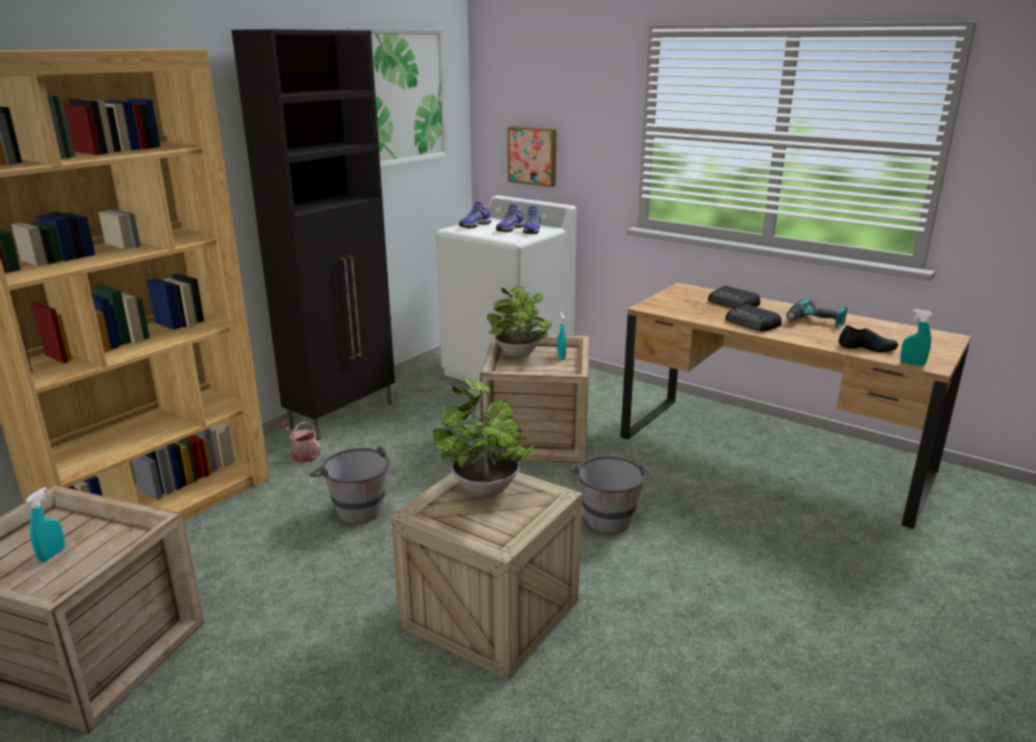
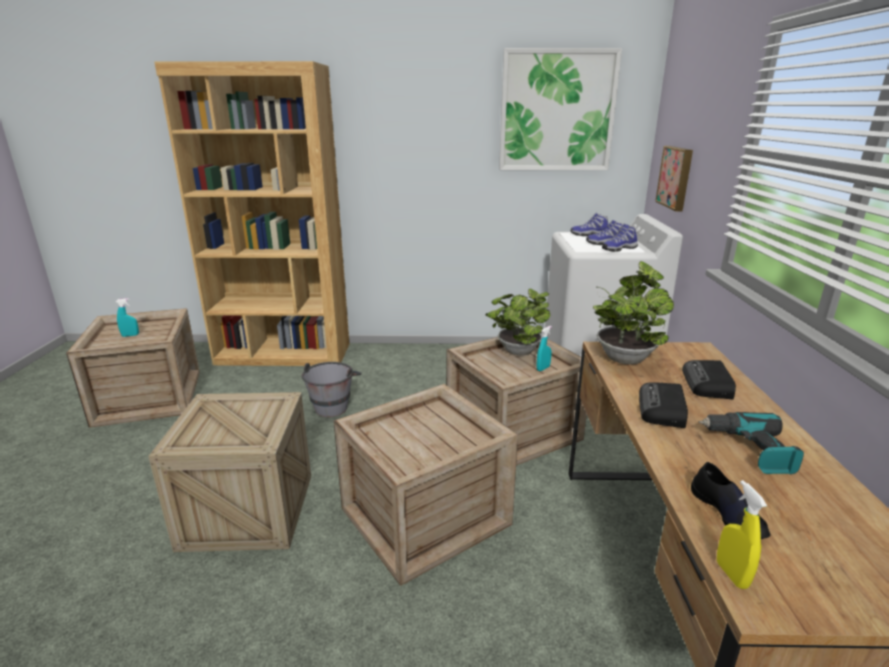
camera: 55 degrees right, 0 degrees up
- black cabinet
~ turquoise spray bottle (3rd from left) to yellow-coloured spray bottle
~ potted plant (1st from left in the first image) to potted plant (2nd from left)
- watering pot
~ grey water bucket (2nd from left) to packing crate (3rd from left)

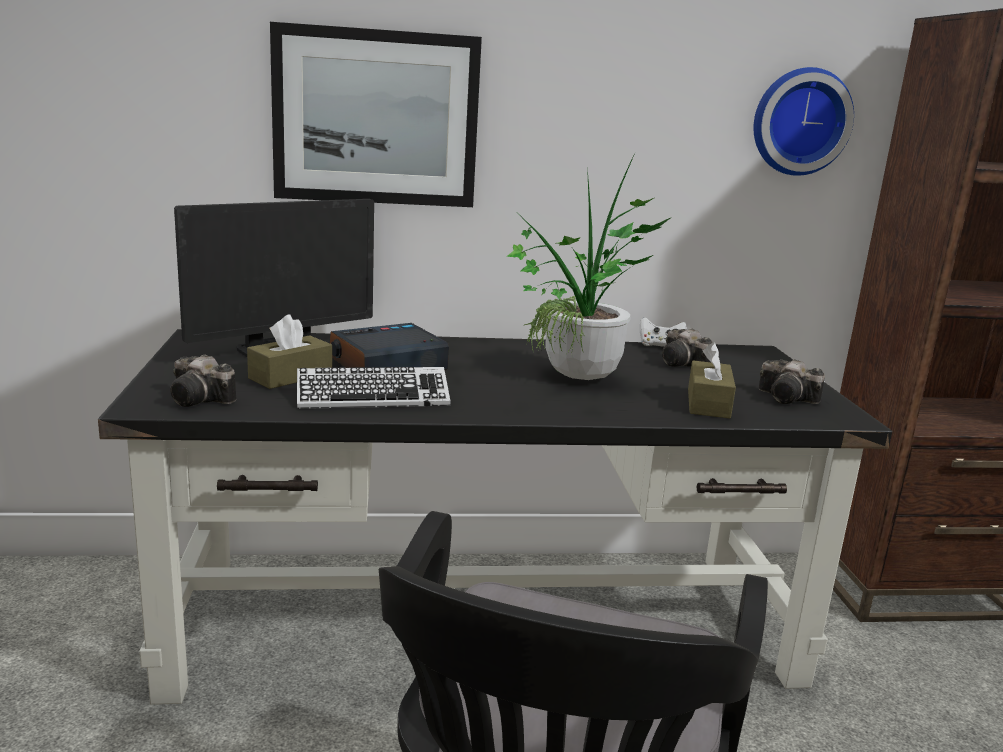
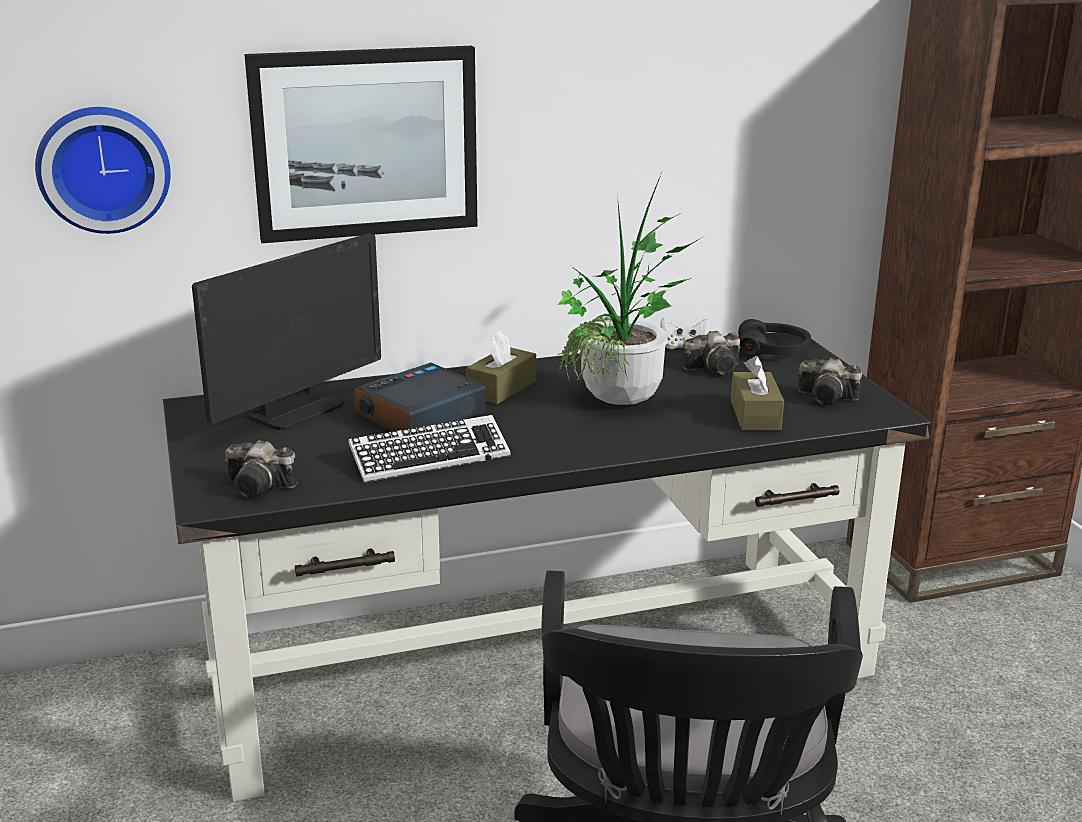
camera: 10 degrees left, 5 degrees up
~ clock on the wall
~ brown tissue holder (1st from left)
~ photo camera (2nd from left) 60 degrees counterclockwise
+ black pair of headphones

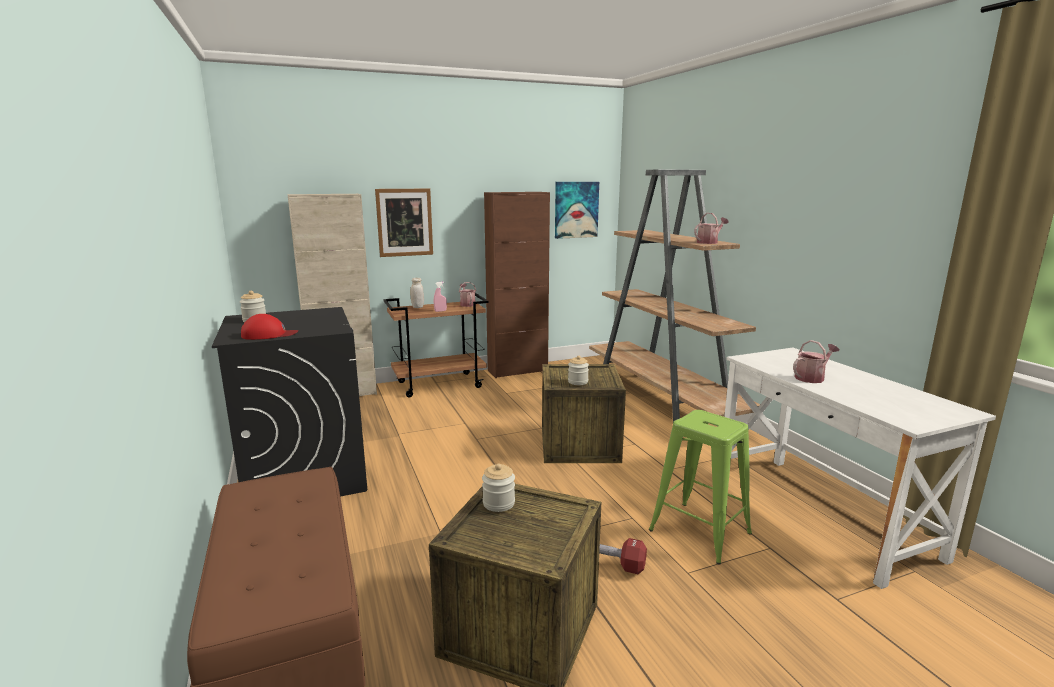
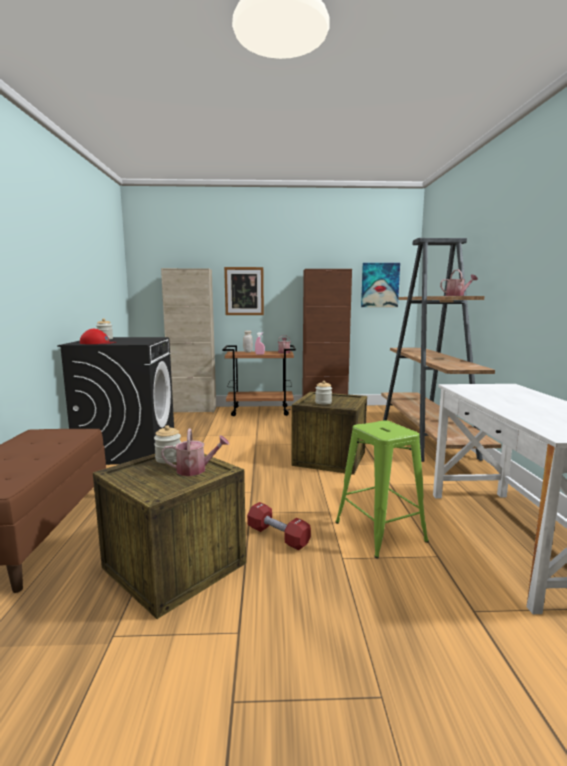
camera: 20 degrees right, 5 degrees down
~ watering pot (3rd from left in the first image) to watering pot (1st from left)

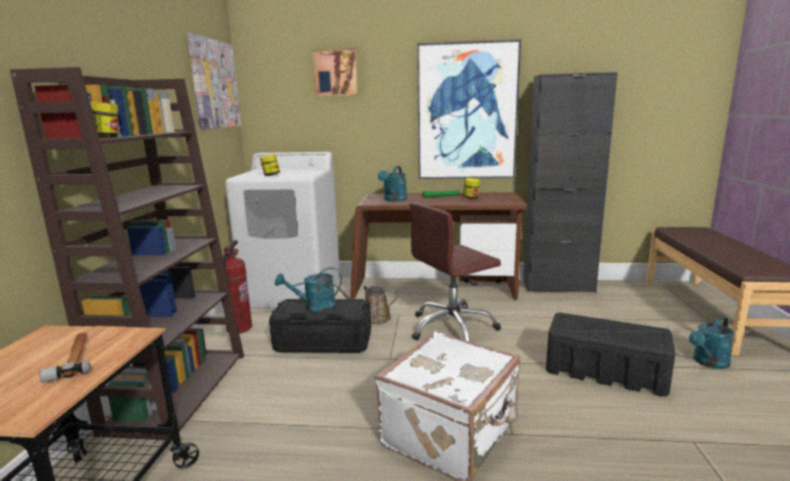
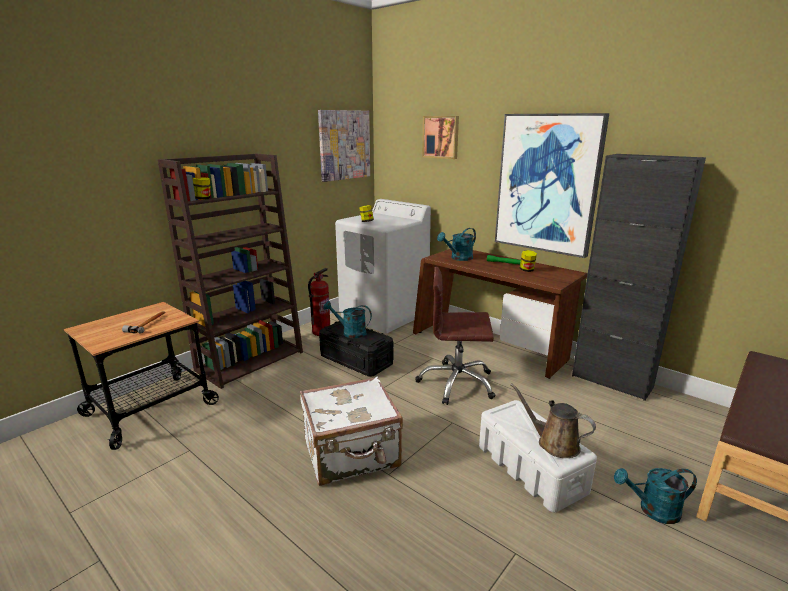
camera: 35 degrees right, 5 degrees up
~ brown watering pot
~ black storage container (2nd from left) to white-coloured storage container

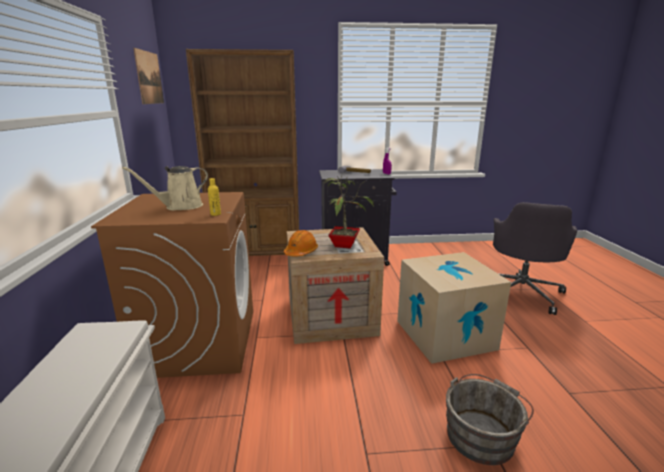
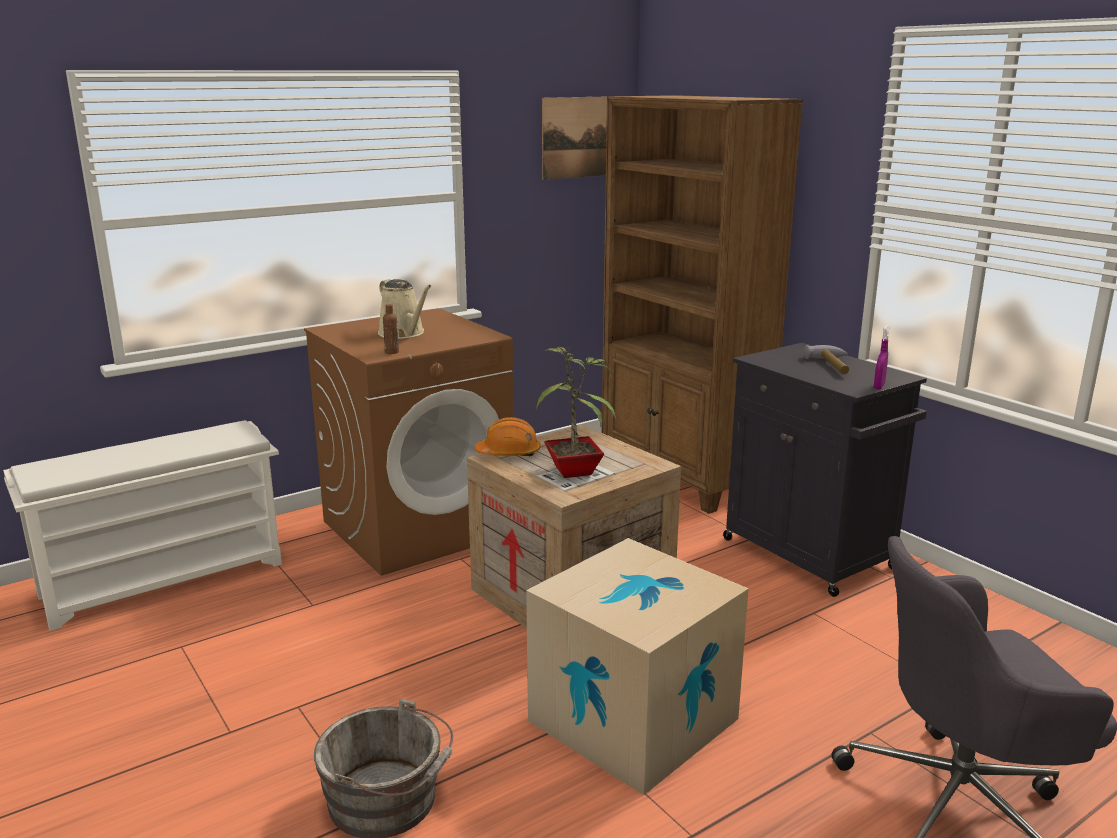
camera: 60 degrees right, 0 degrees up
~ beige watering pot 150 degrees counterclockwise
~ yellow-coloured drink bottle to brown drink bottle

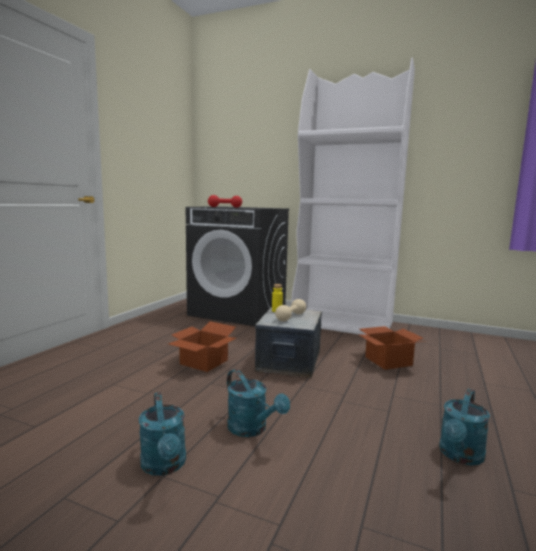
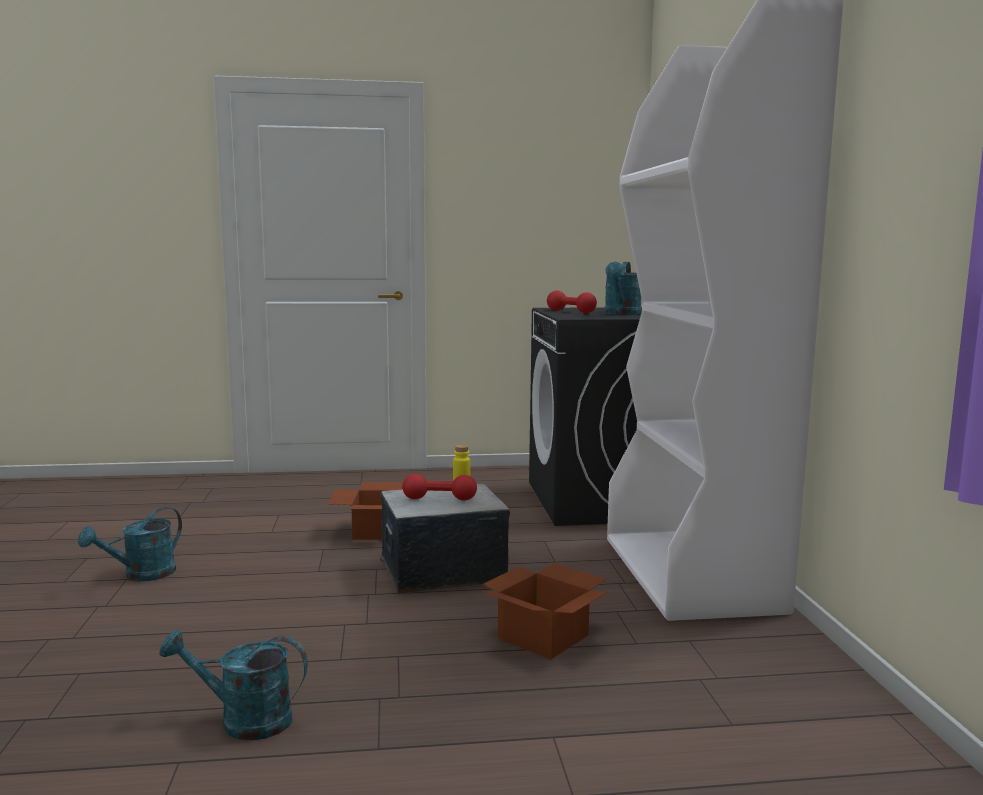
camera: 60 degrees right, 0 degrees up
~ beige dumbbell to red-coloured dumbbell (1st from left)
~ turquoise watering pot (2nd from left in the first image) to turquoise watering pot (3rd from left)

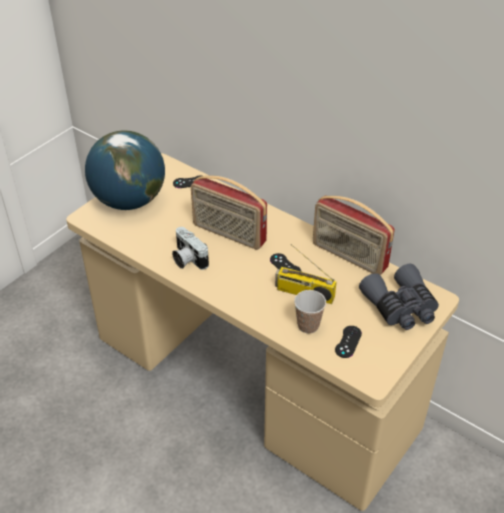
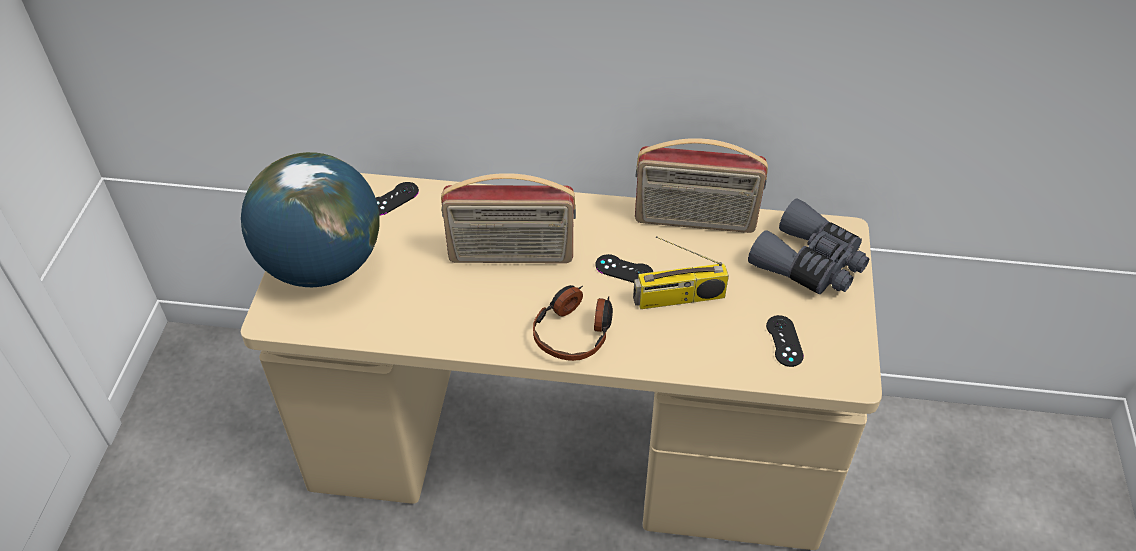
camera: 30 degrees left, 5 degrees up
- photo camera
- drinking cup
+ pair of headphones

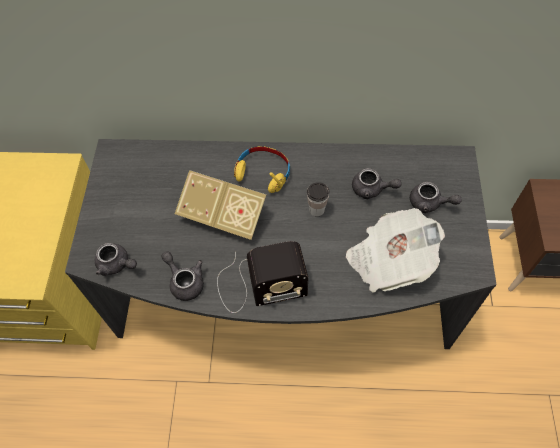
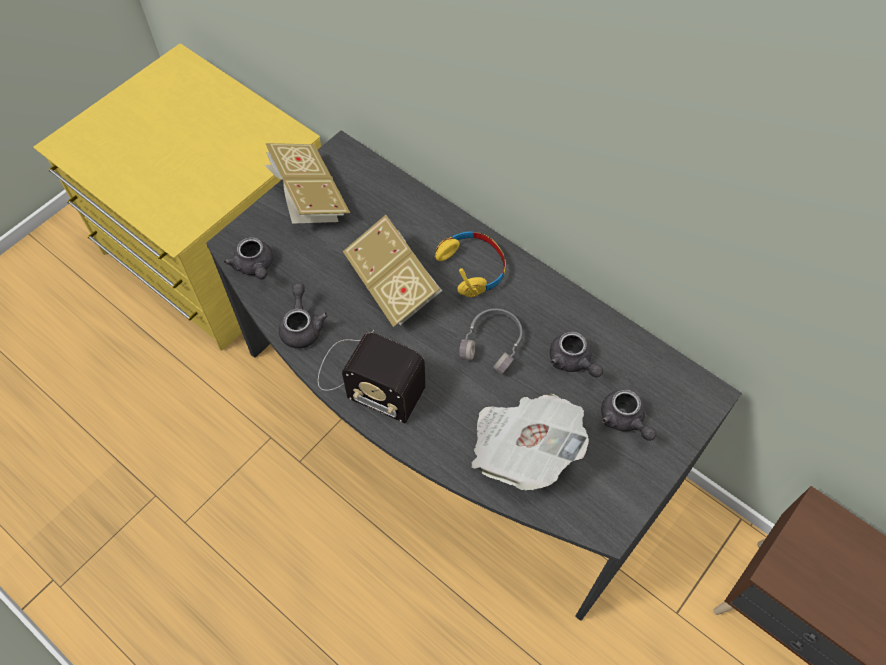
camera: 35 degrees right, 0 degrees up
~ drinking cup to grey pair of headphones
+ volume (1st from left)

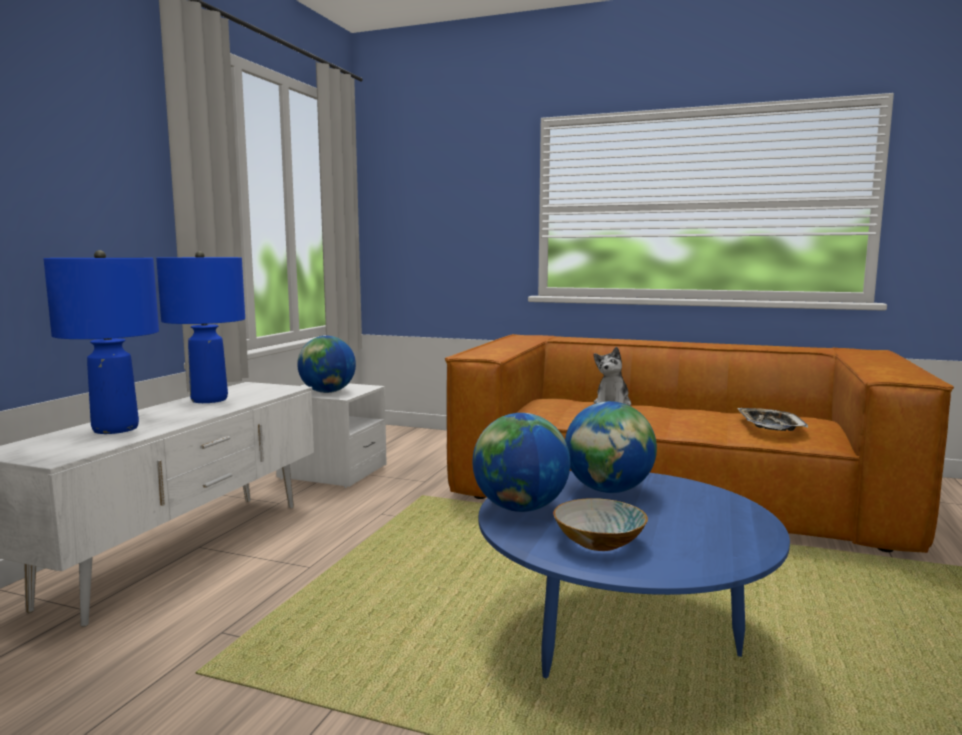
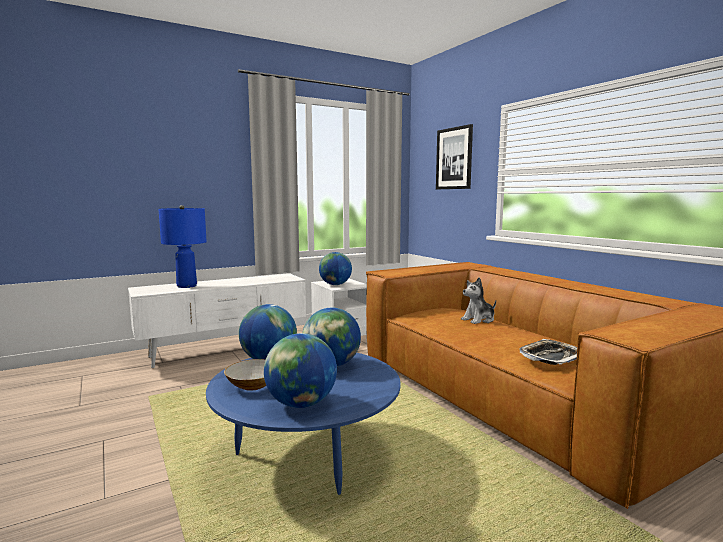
camera: 40 degrees right, 0 degrees up
- blue lamp for a table (2nd from left)
+ picture
+ world globe (2nd from left)

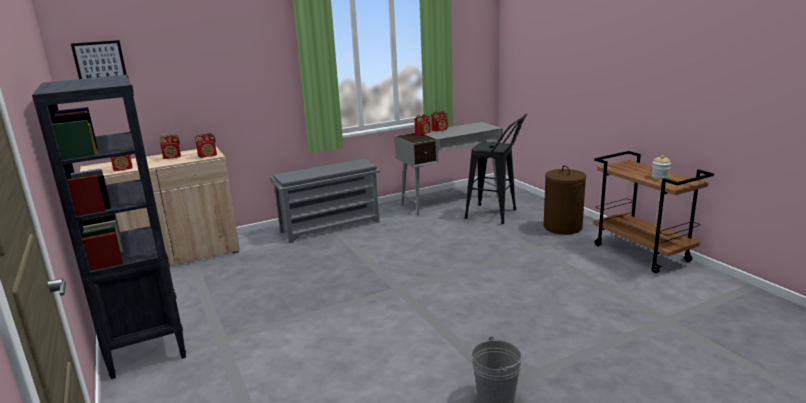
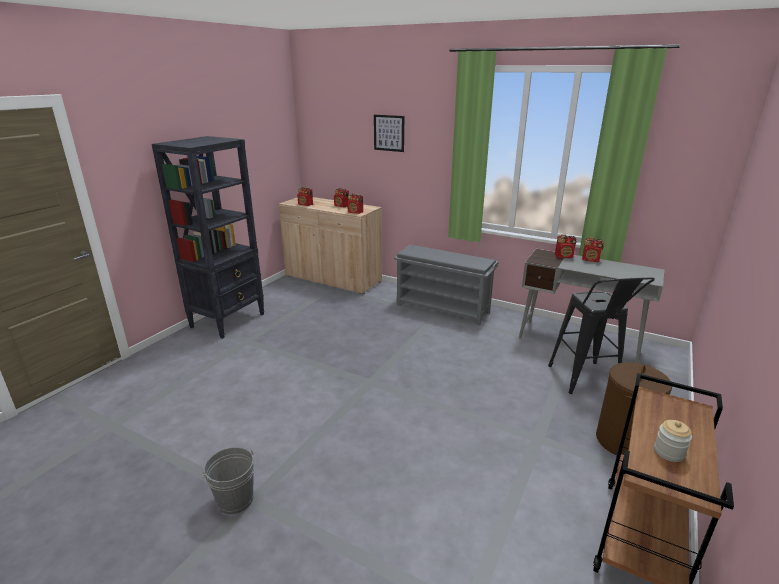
camera: 55 degrees right, 5 degrees up
~ picture

